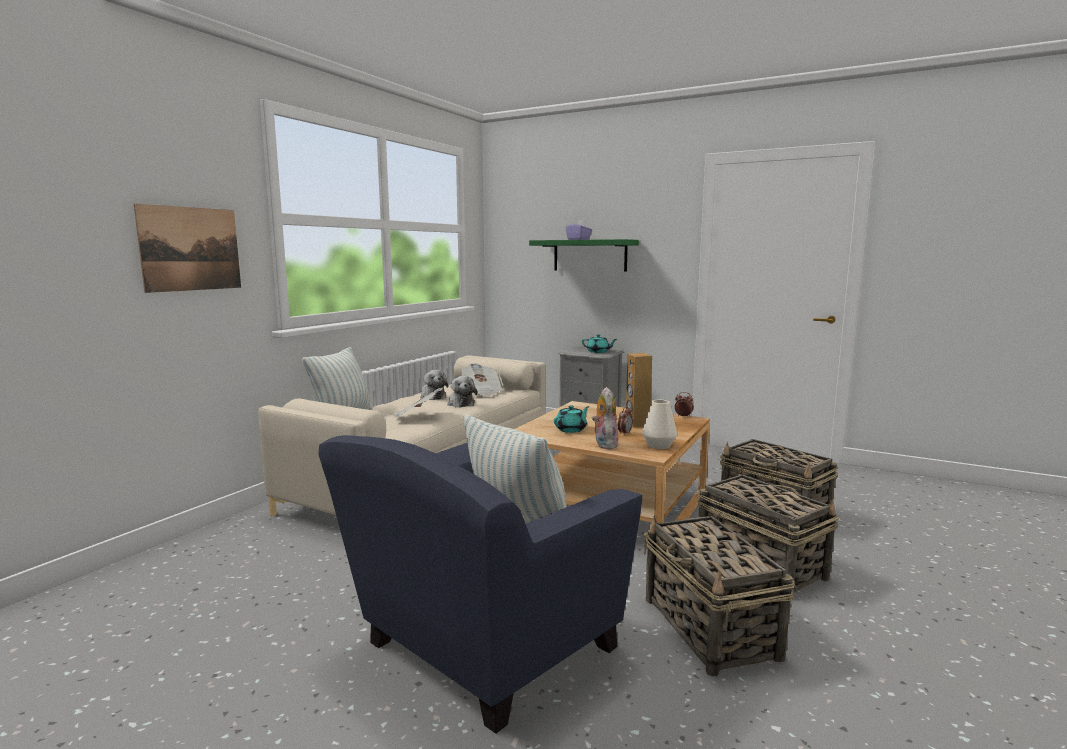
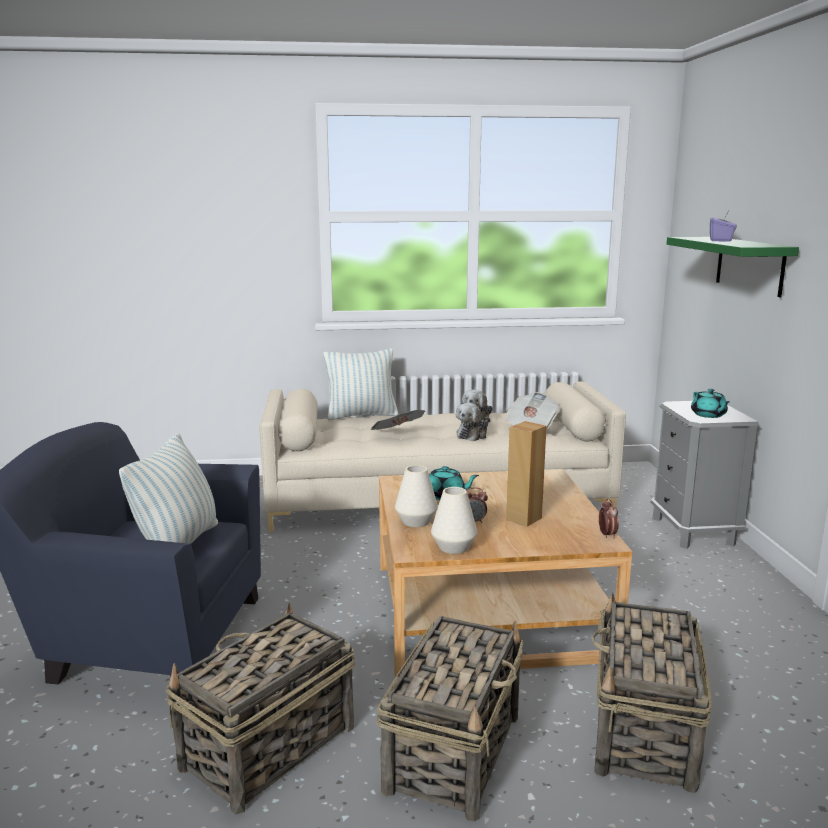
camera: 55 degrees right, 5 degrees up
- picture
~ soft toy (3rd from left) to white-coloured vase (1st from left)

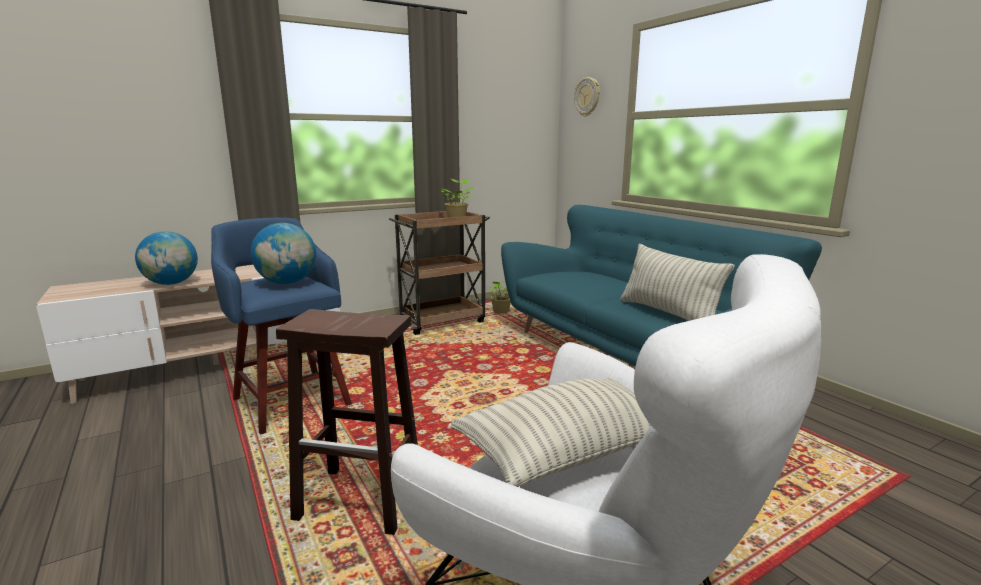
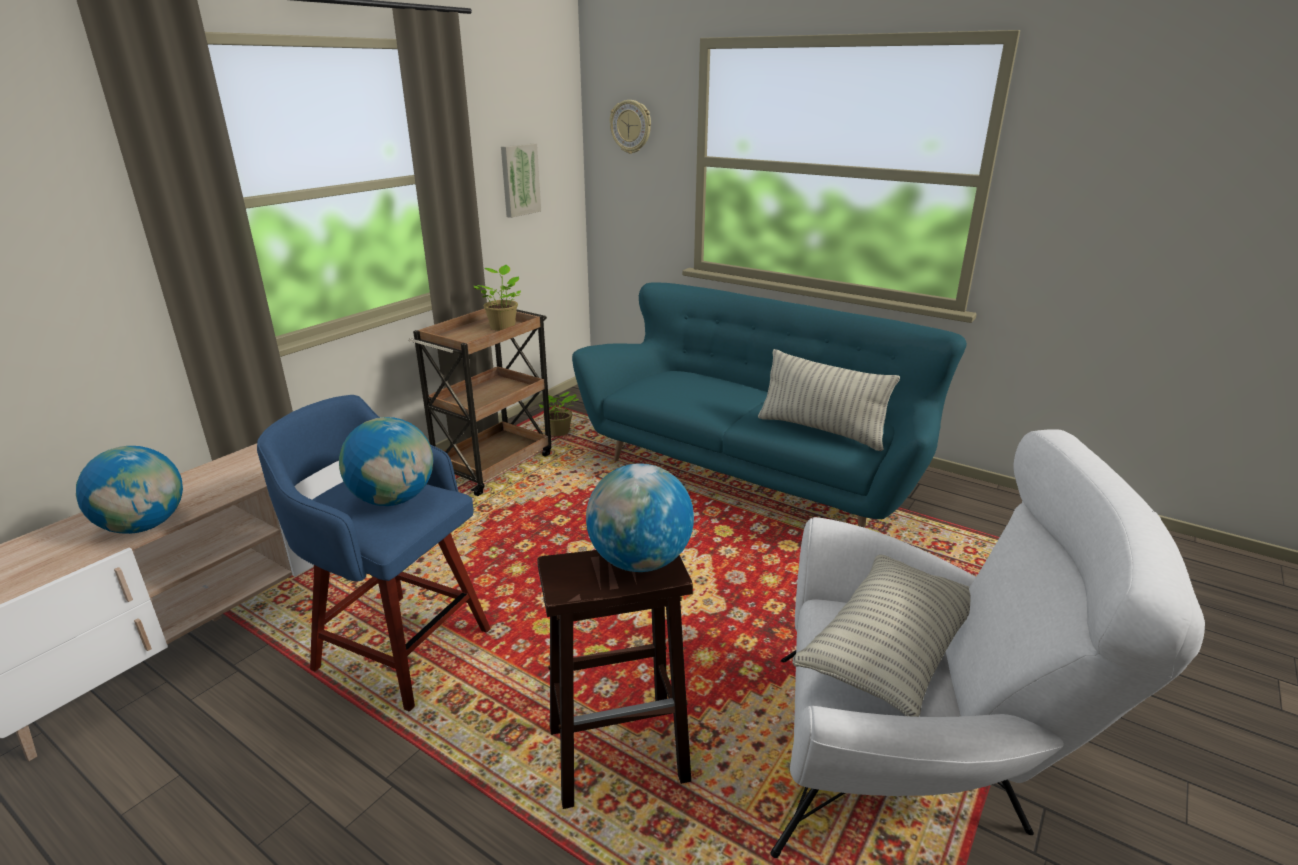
camera: 25 degrees left, 10 degrees up
+ picture
+ world globe (3rd from left)

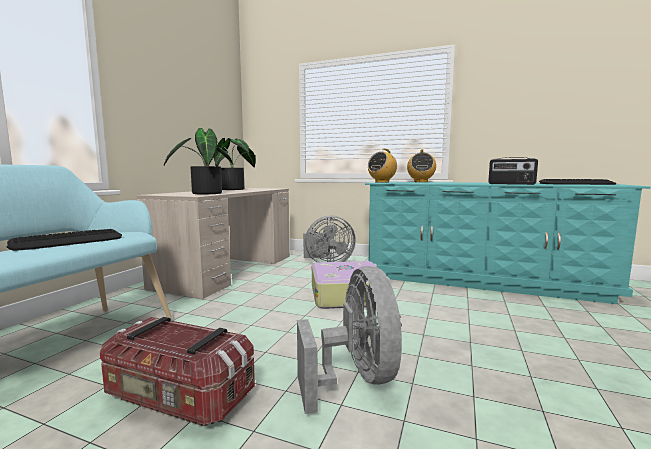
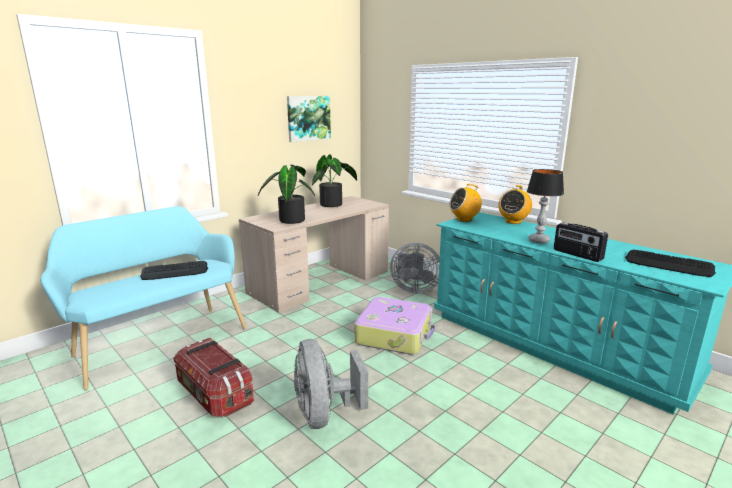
camera: 25 degrees right, 10 degrees up
~ grey cooling fan (2nd from left in the first image) 150 degrees clockwise
+ picture
+ lamp for a table

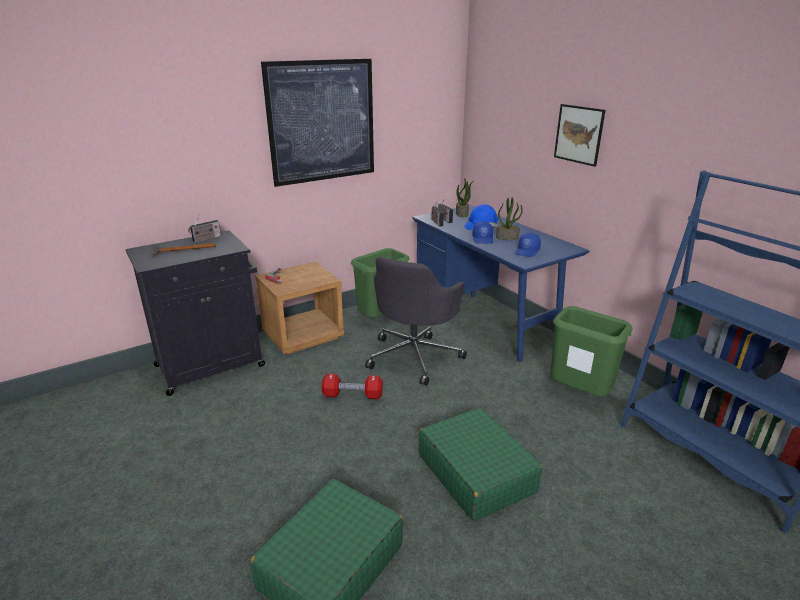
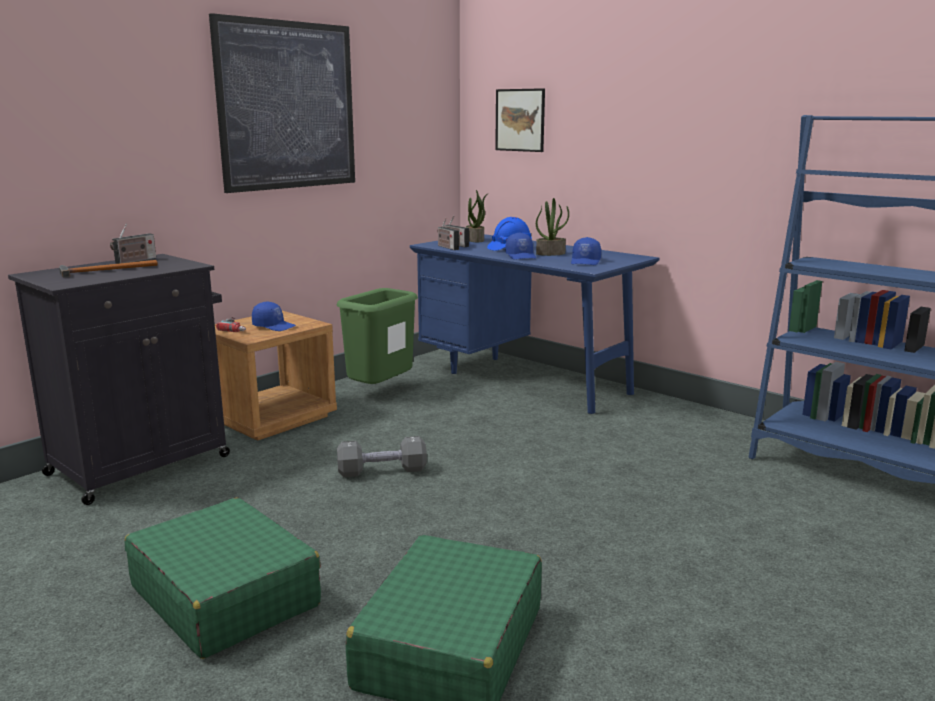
camera: 15 degrees left, 10 degrees down
~ picture (2nd from left)
- grey office chair
- green rubbish bin (2nd from left)
~ red-coloured dumbbell to grey dumbbell
~ green travel case (2nd from left in the first image) to green travel case (1st from left)
+ blue cap (1st from left)

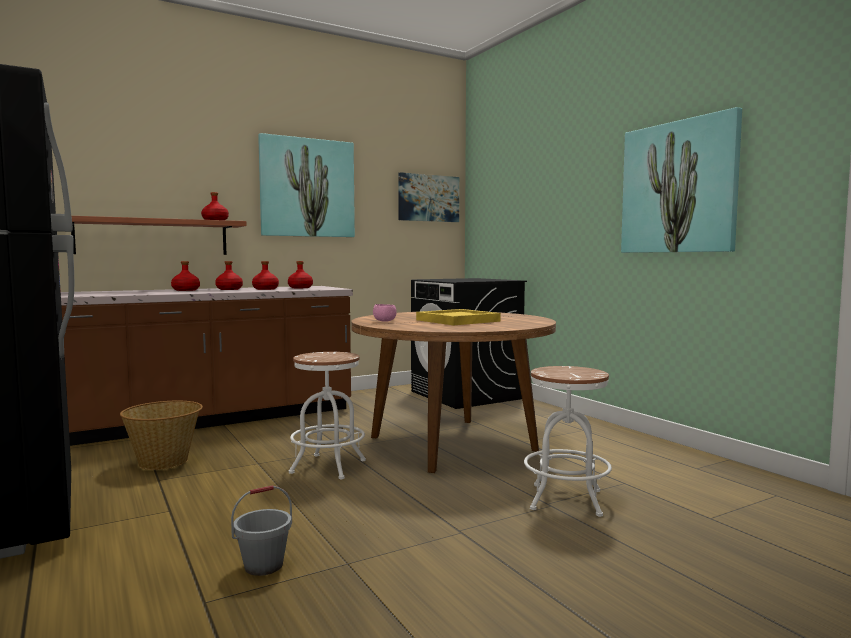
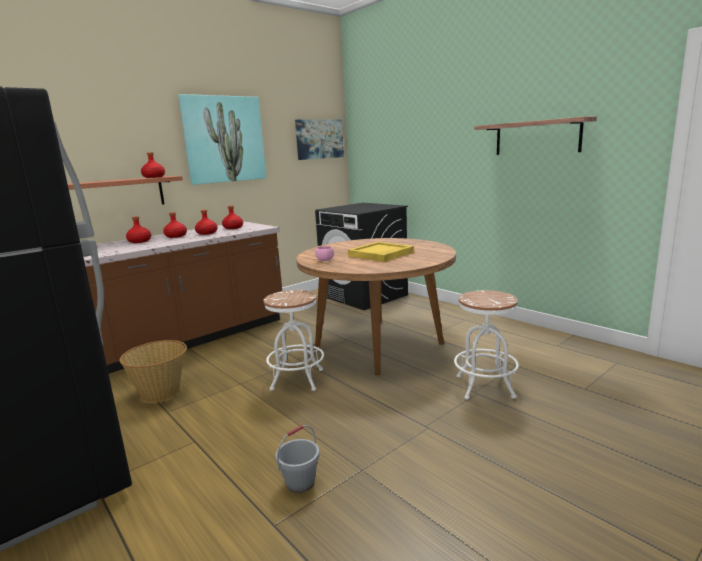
camera: 10 degrees left, 10 degrees up
~ picture (3rd from left) to bracket shelf (2nd from left)

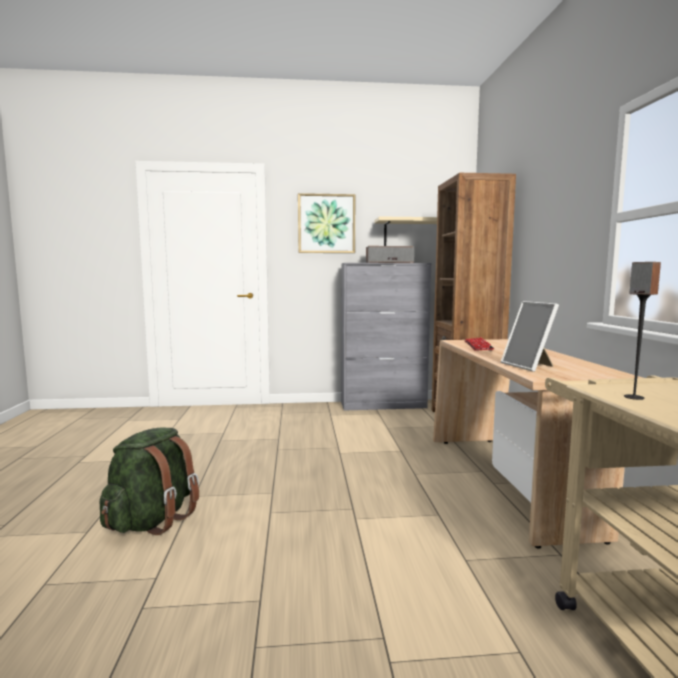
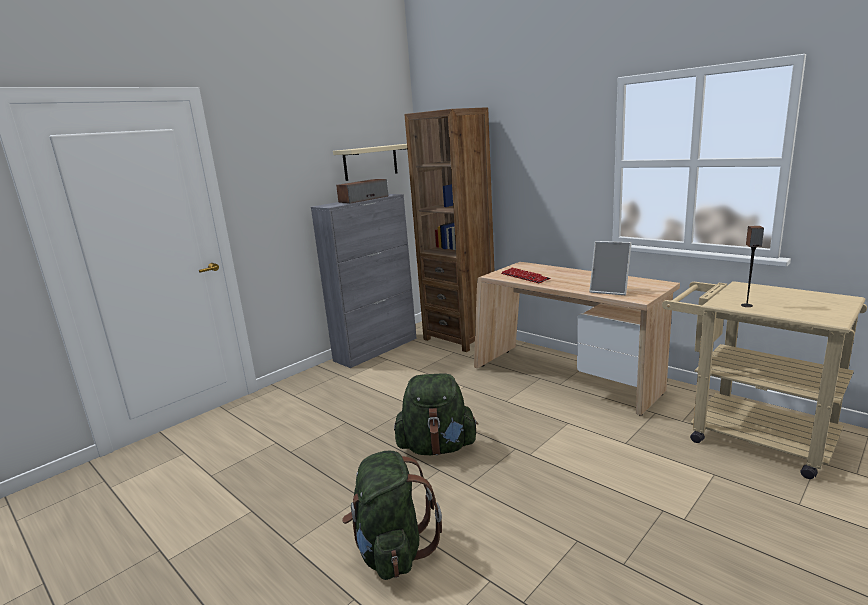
camera: 40 degrees left, 10 degrees up
- picture
+ green backpack (2nd from left)

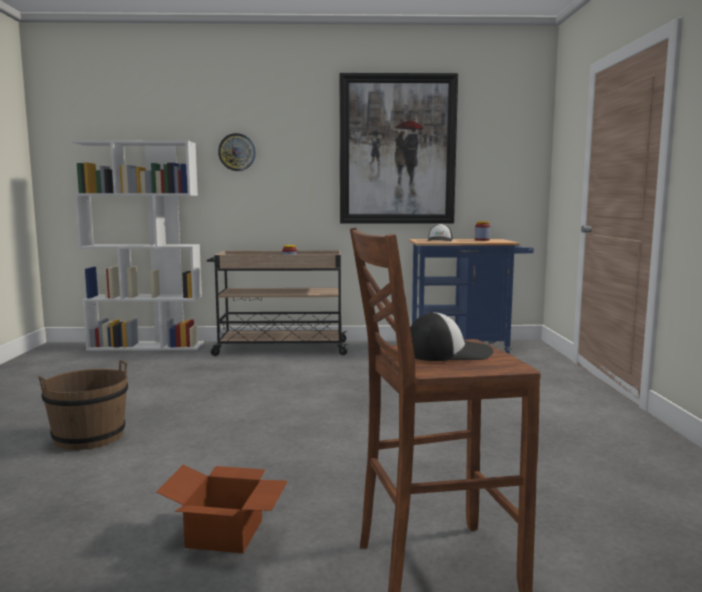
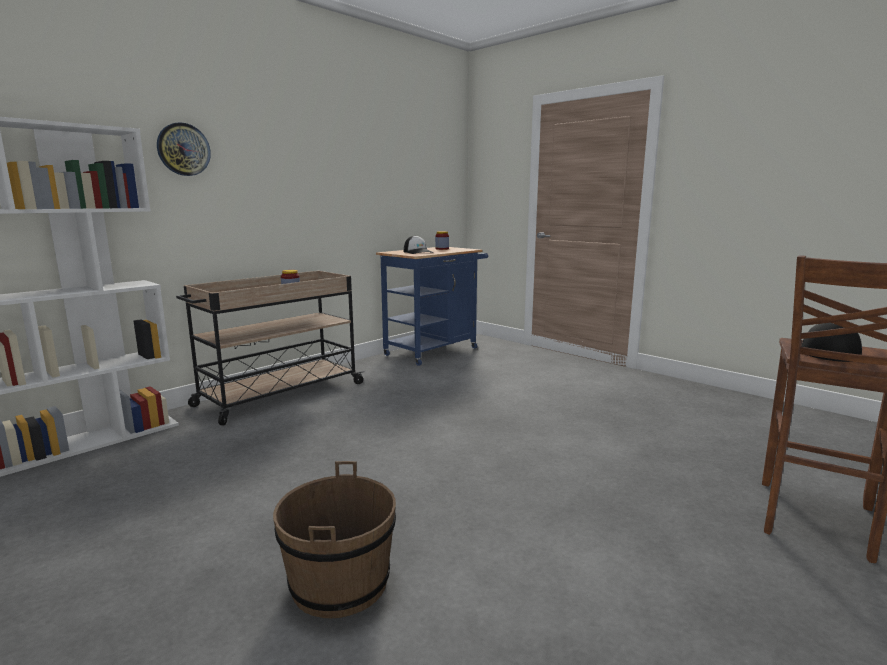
camera: 45 degrees left, 5 degrees up
- picture
- carton

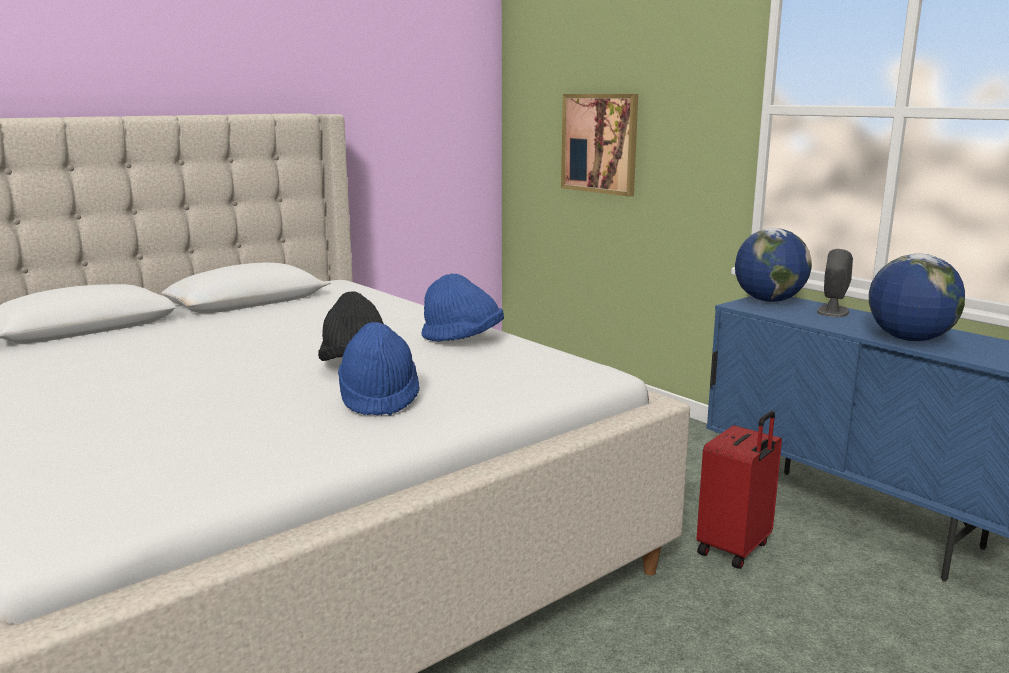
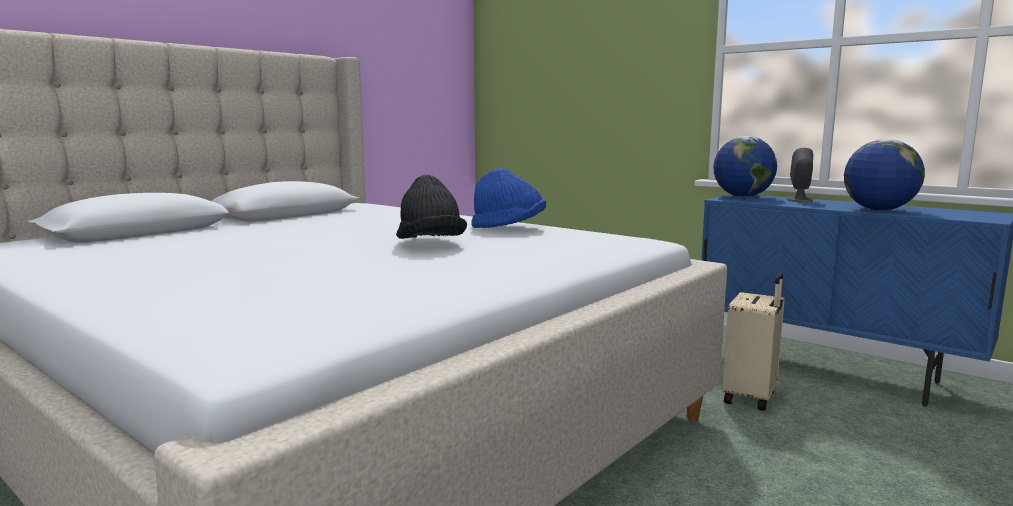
camera: 10 degrees left, 5 degrees down
- picture
- blue wearable hat (1st from left)
~ red-coloured travel case to beige travel case

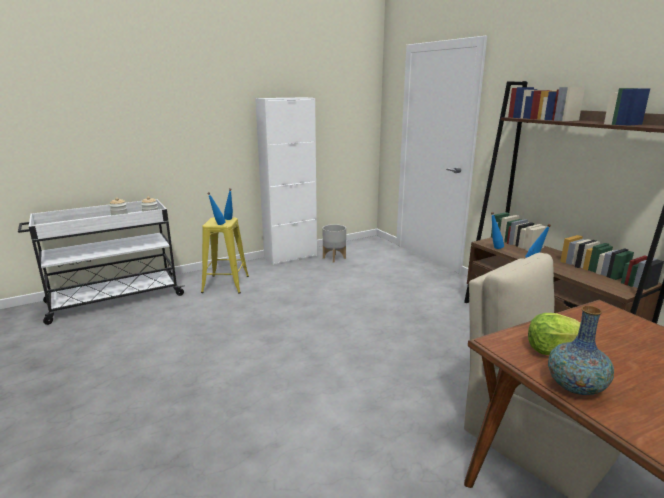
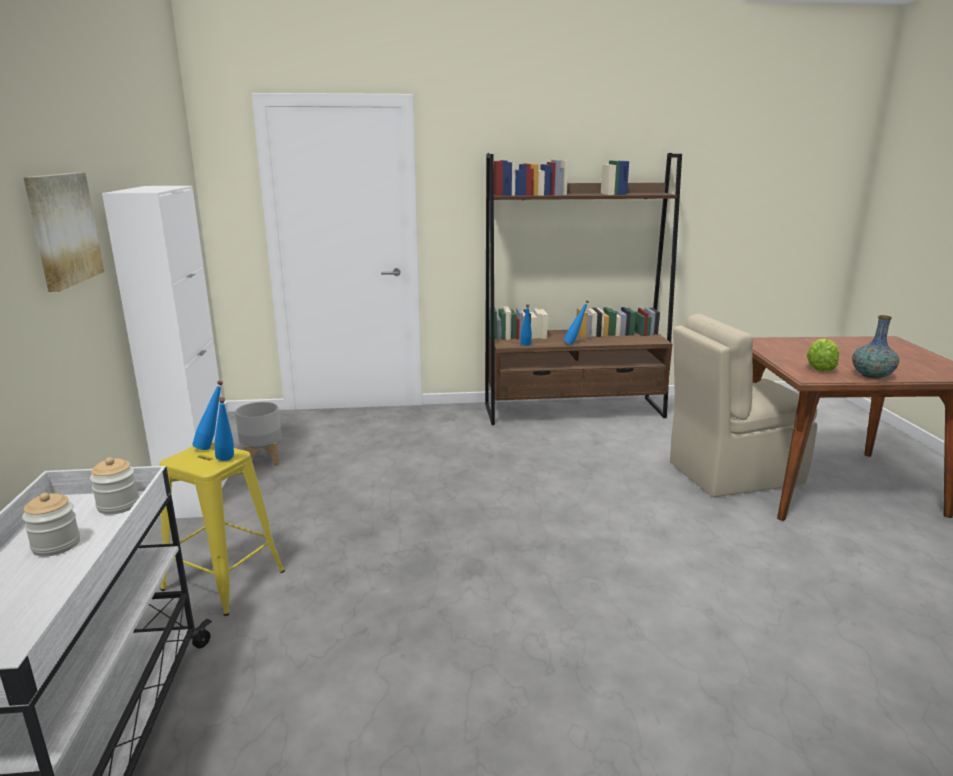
camera: 65 degrees left, 0 degrees up
+ picture

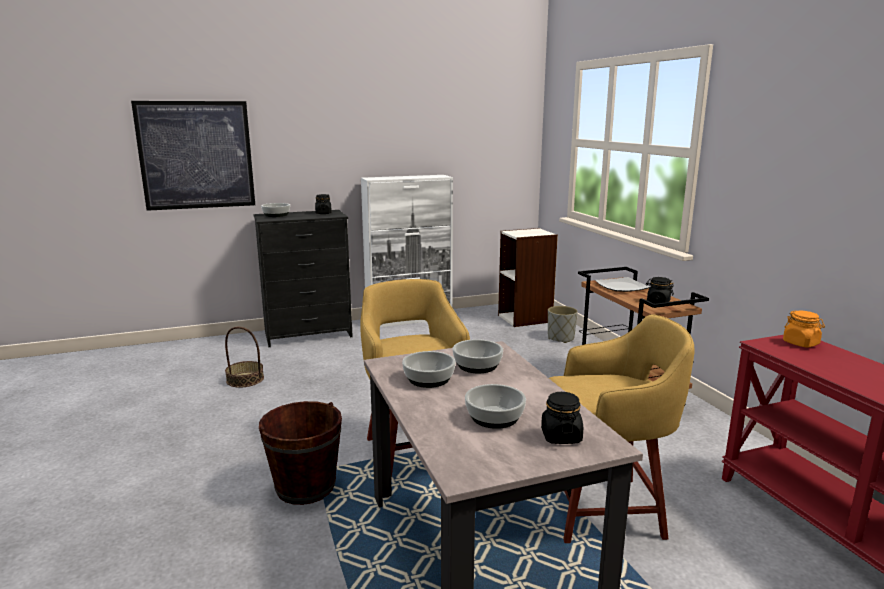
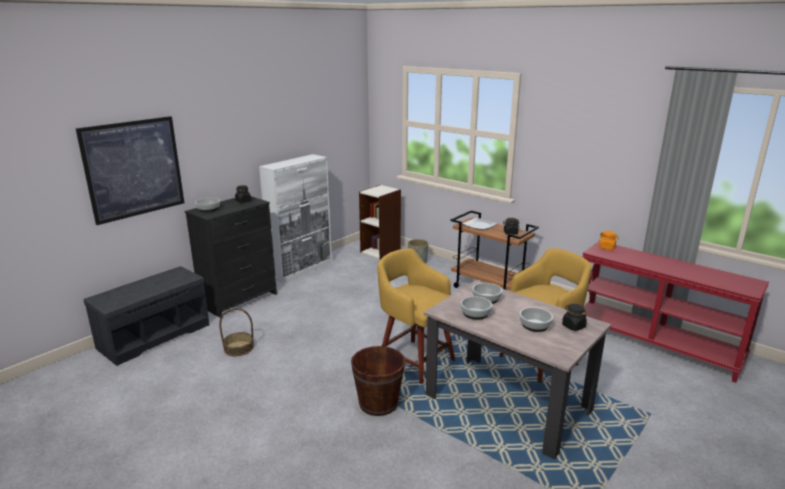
camera: 30 degrees left, 5 degrees up
+ grey long seat

